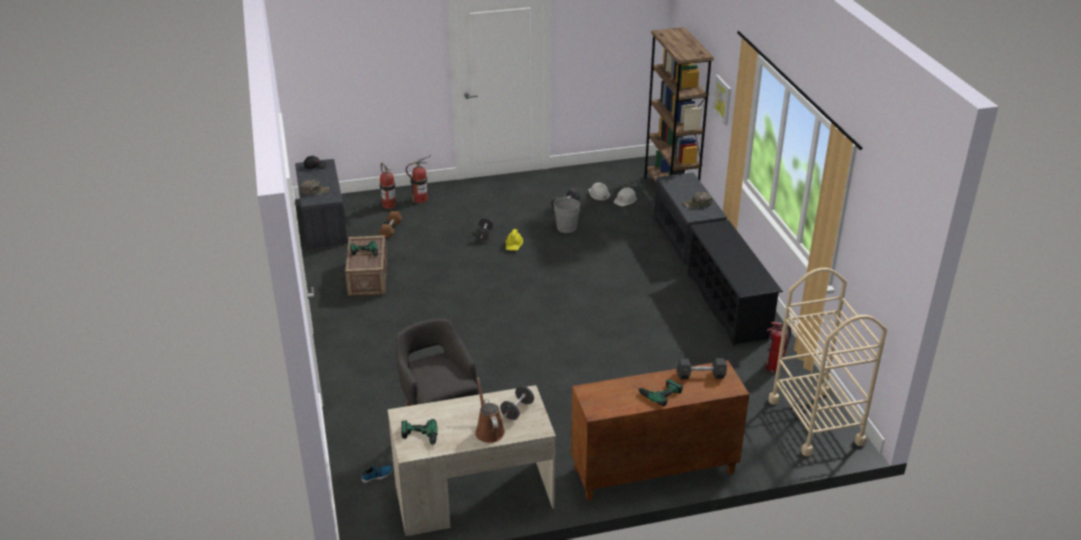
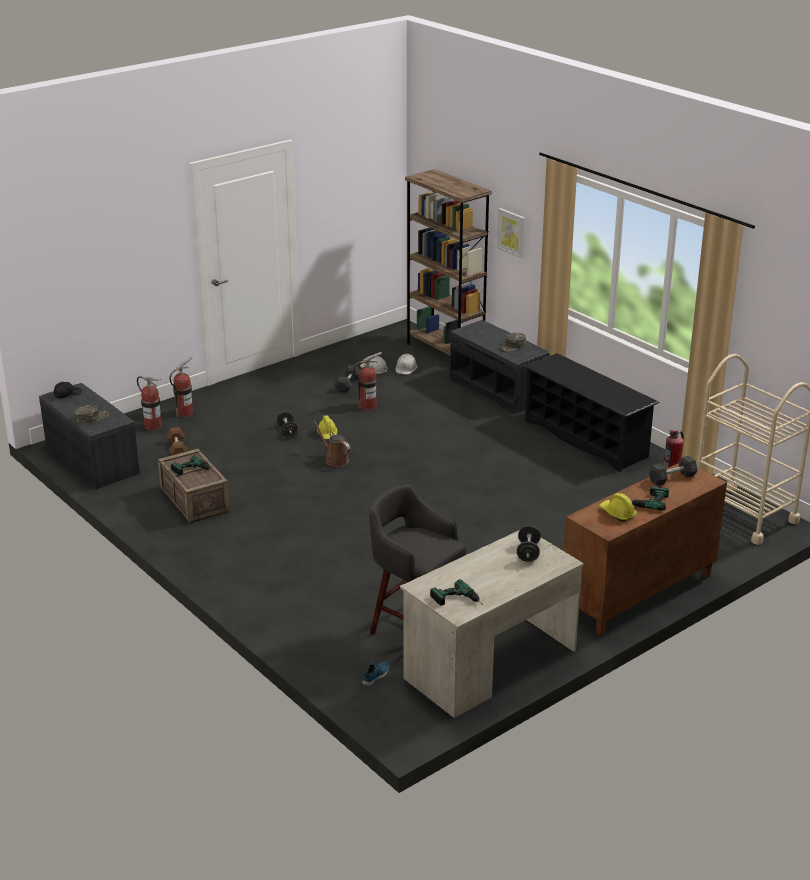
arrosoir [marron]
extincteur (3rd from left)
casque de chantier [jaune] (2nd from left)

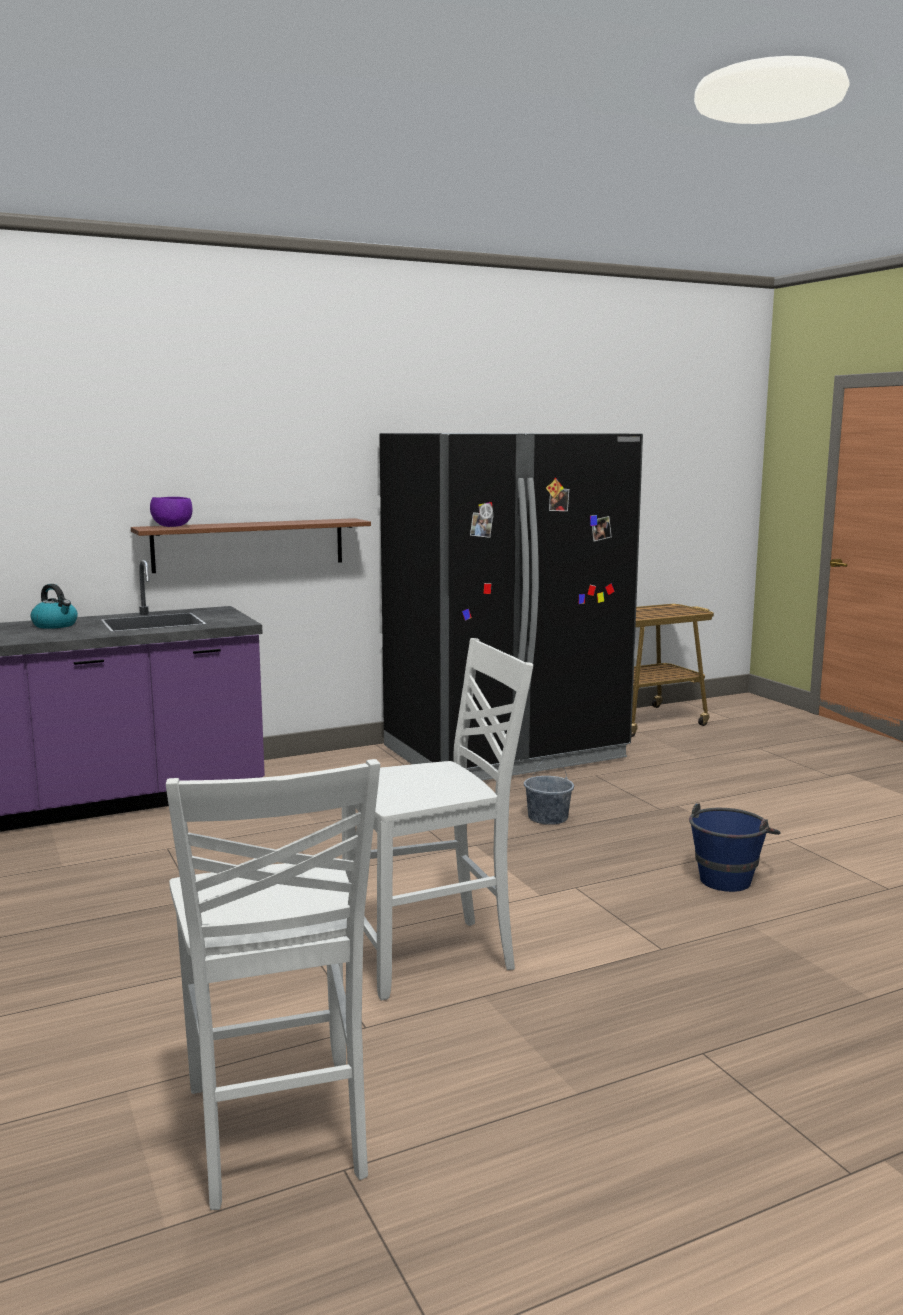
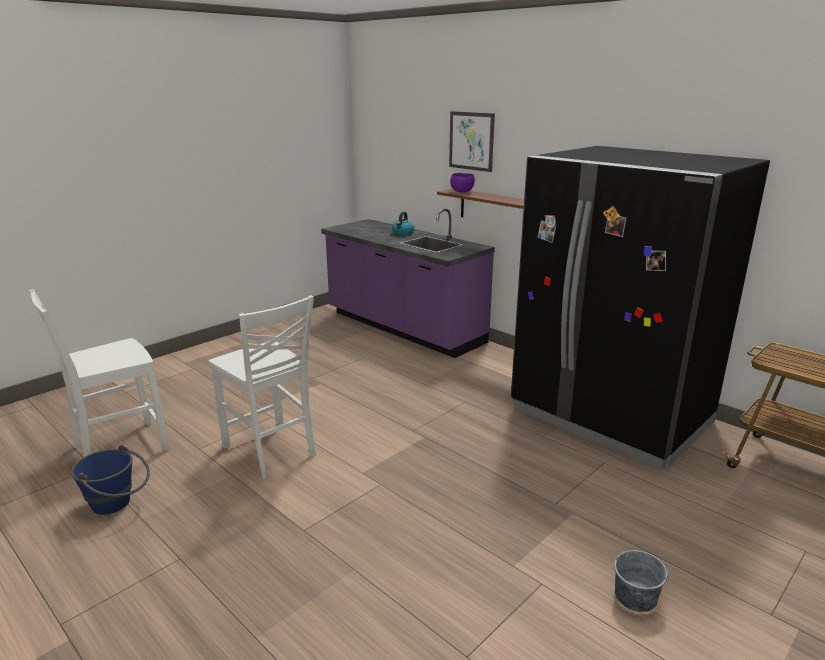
seau [bleu]
tableau
seau [gris]

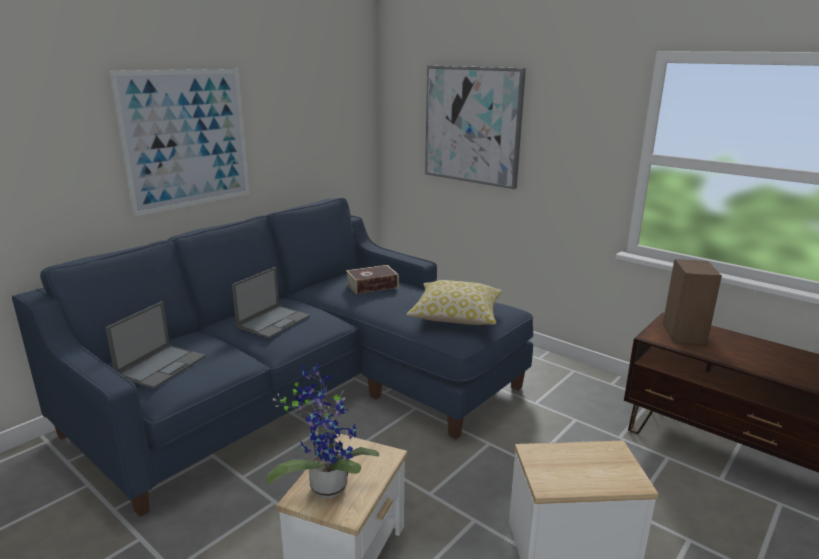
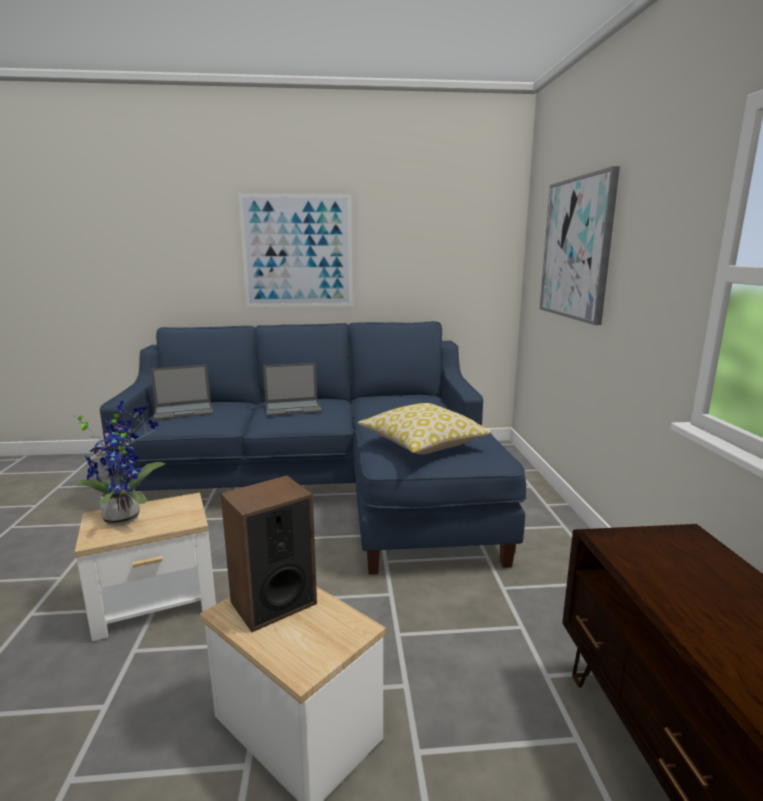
enceinte
livre

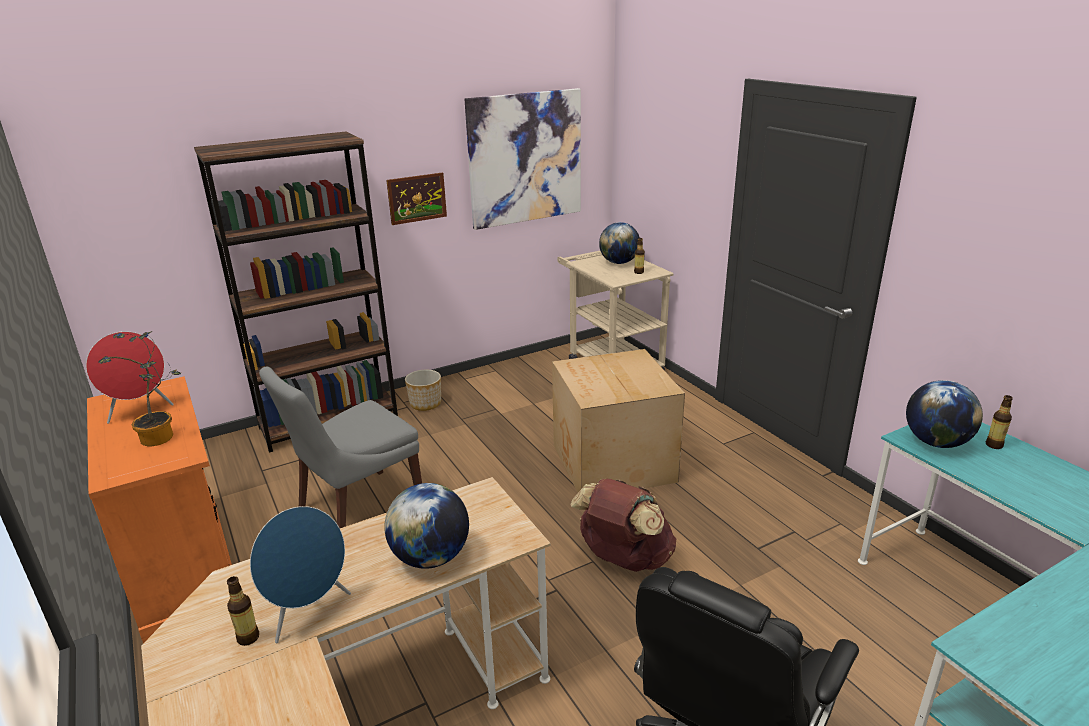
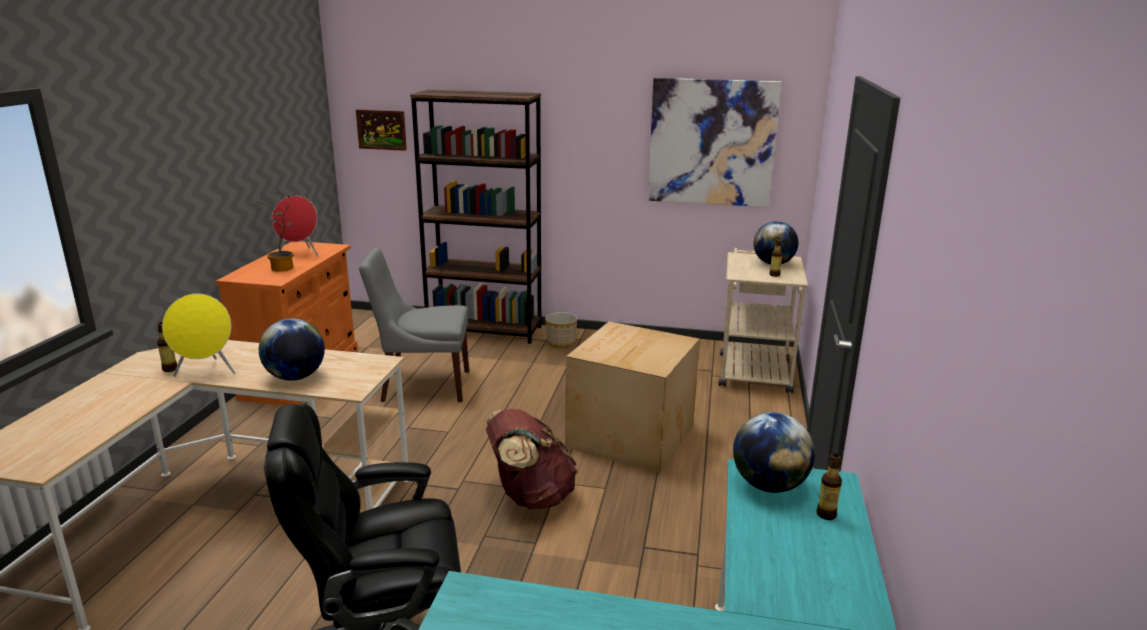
enceinte [jaune]
tableau (1st from left)

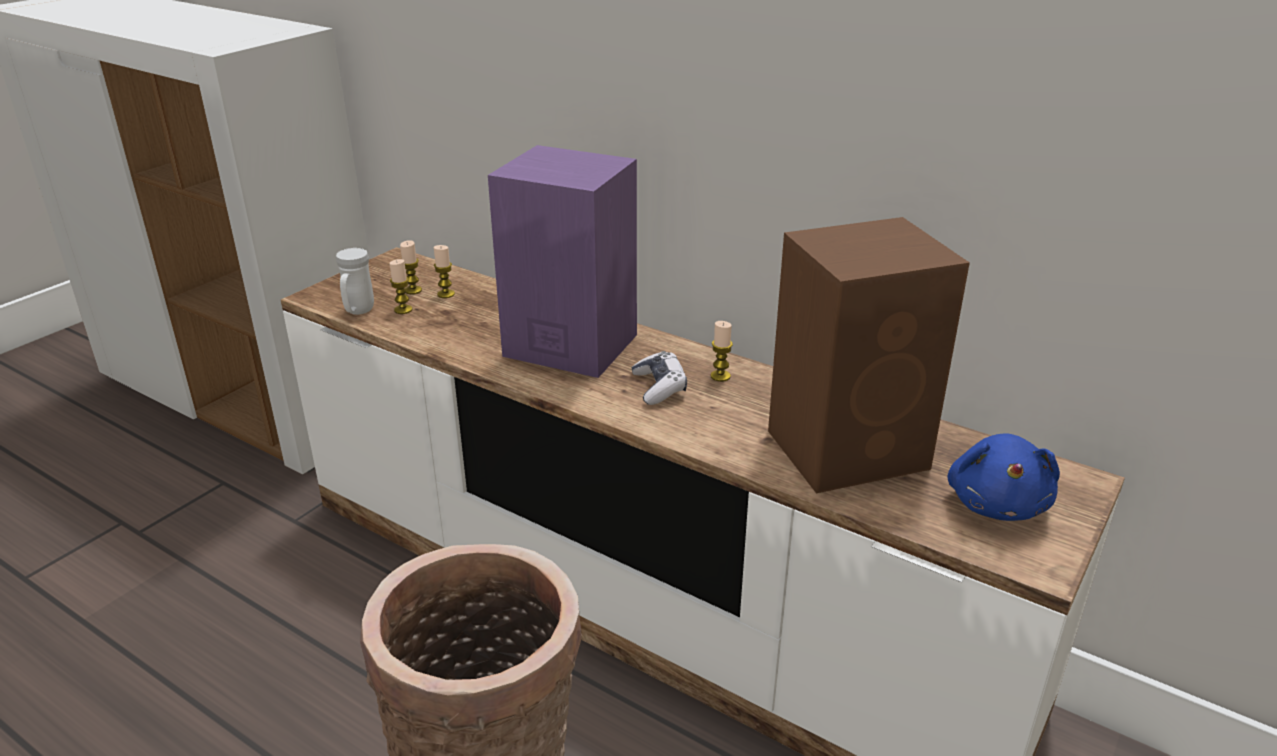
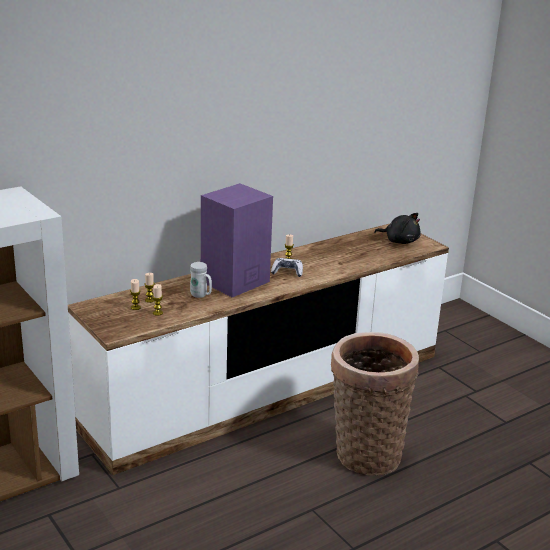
mug [blanc]
peluche [noir]
enceinte [marron]

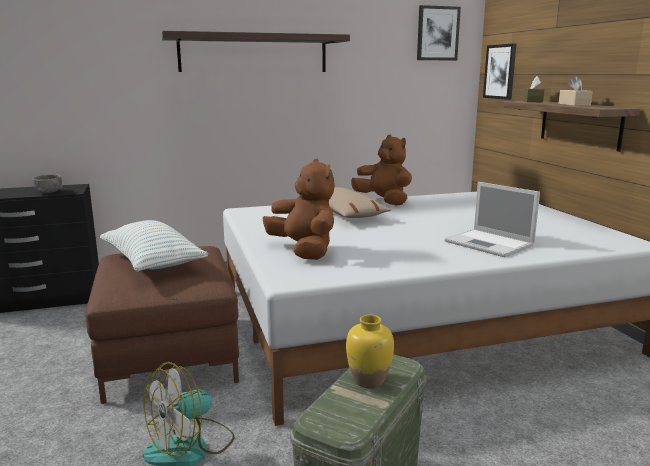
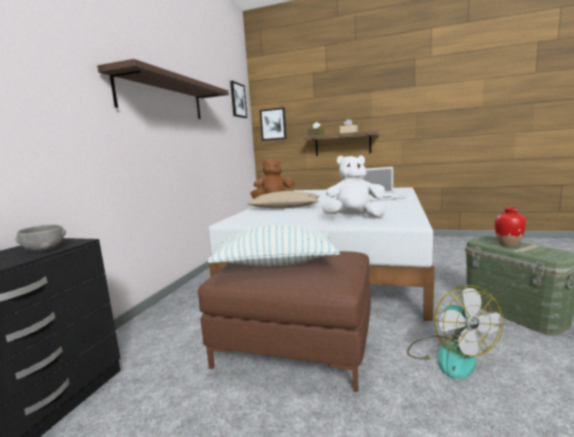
peluche [blanc]
vase [rouge]

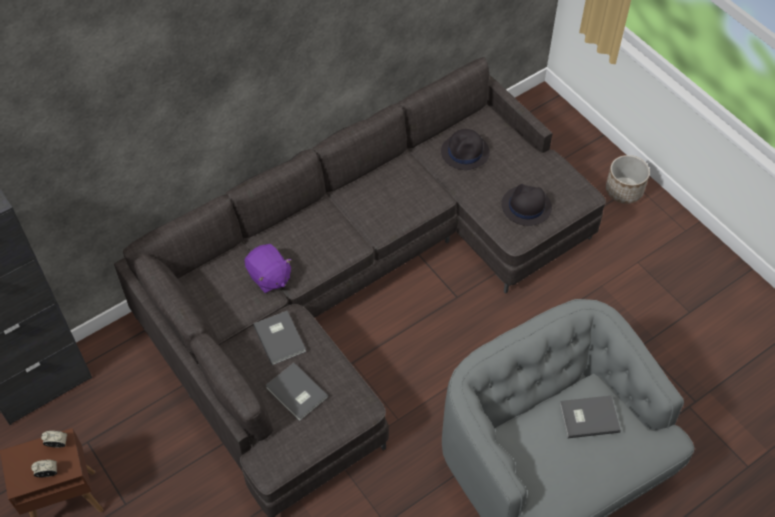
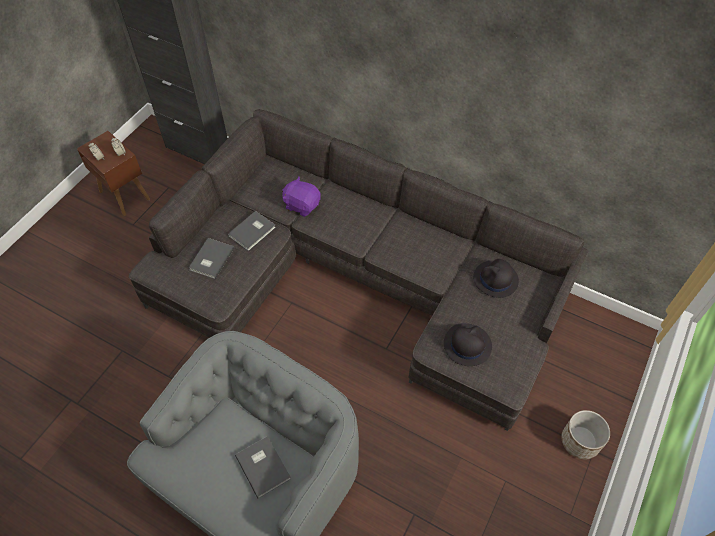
peluche [violet]

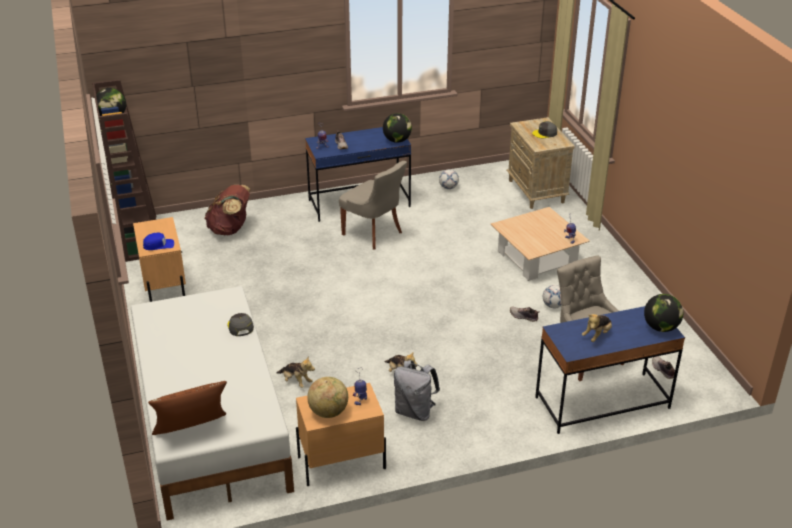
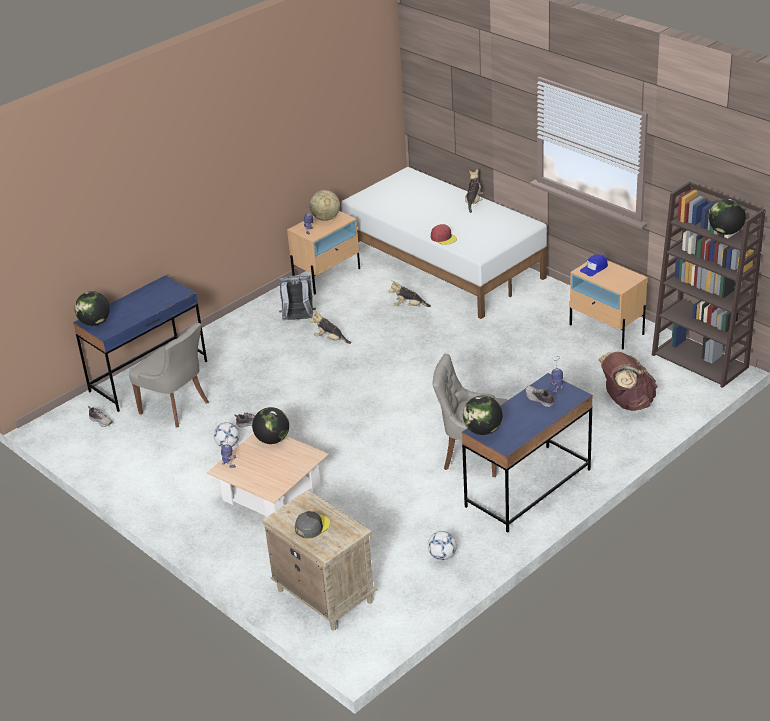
globe (2nd from left)
casquette [rouge]
peluche (3rd from left)
coussin [marron]

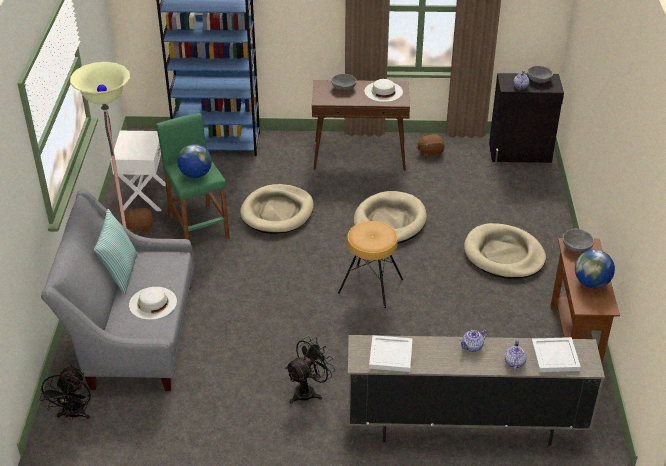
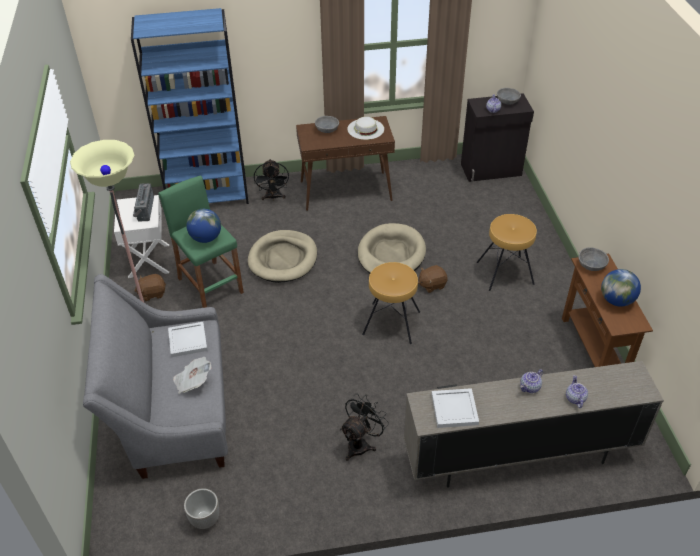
radio
plateau [blanc] (1st from left)
journal
cache-pot
ventilateur [noir] (1st from left)
peluche [marron] (2nd from left)
tabouret [marron] (2nd from left)
coussin

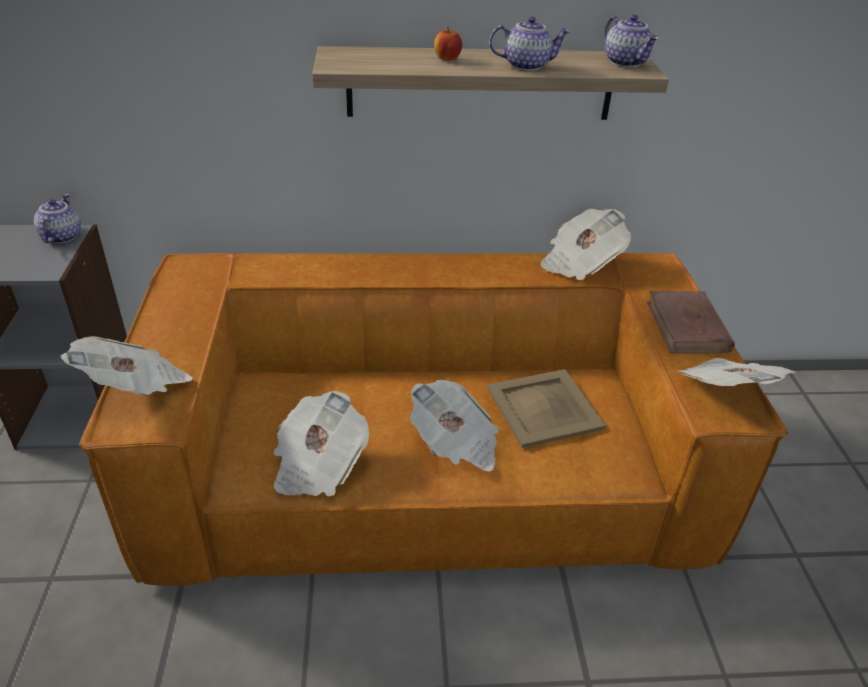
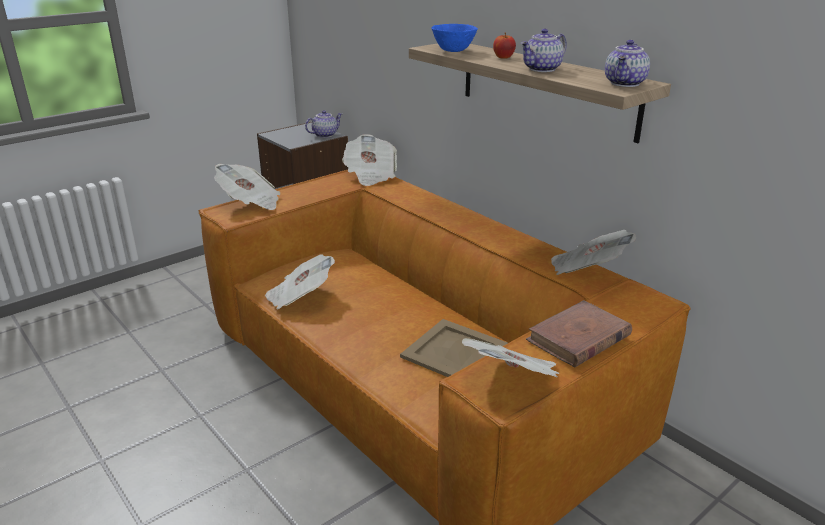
journal (3rd from left)
bol [bleu]
théière (2nd from left)

